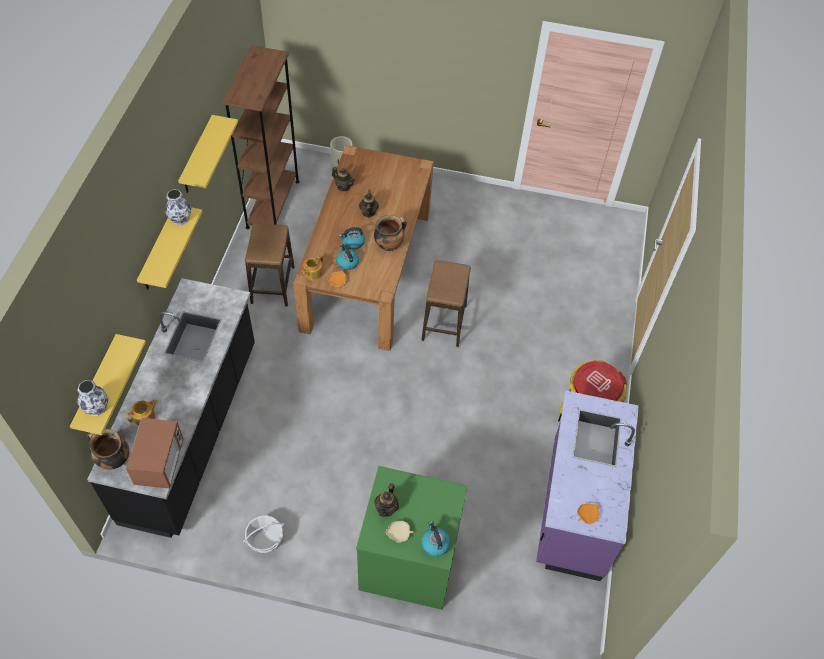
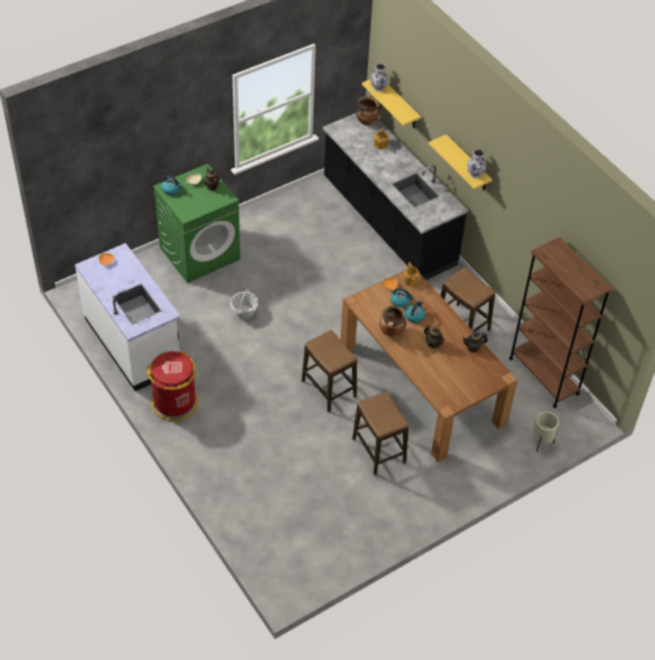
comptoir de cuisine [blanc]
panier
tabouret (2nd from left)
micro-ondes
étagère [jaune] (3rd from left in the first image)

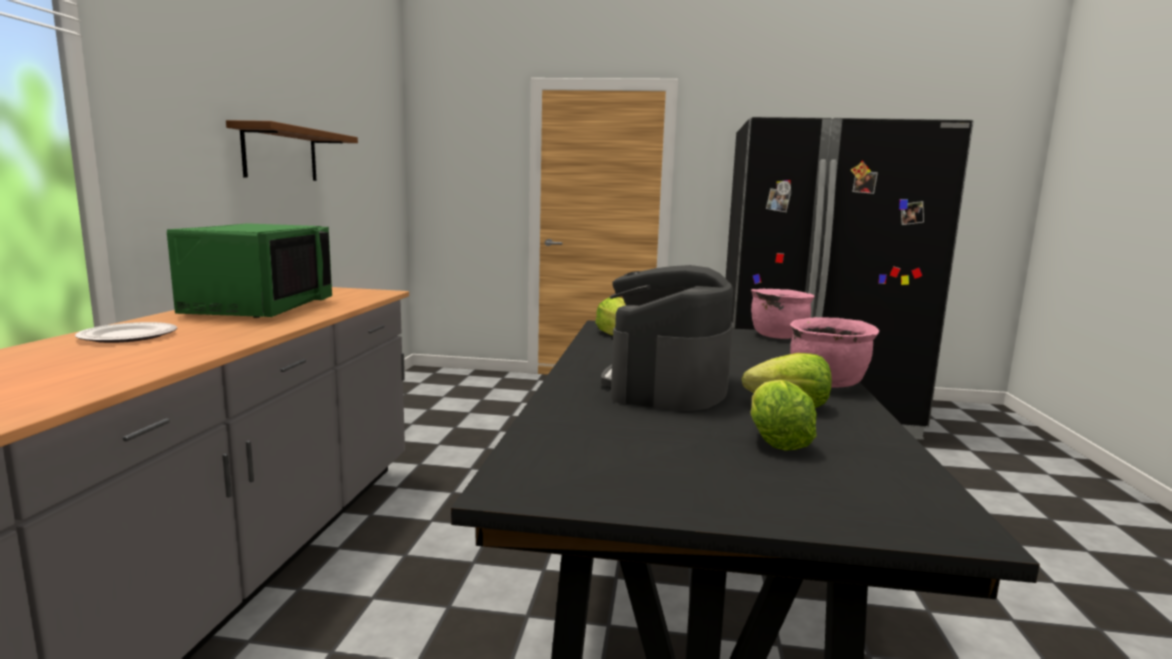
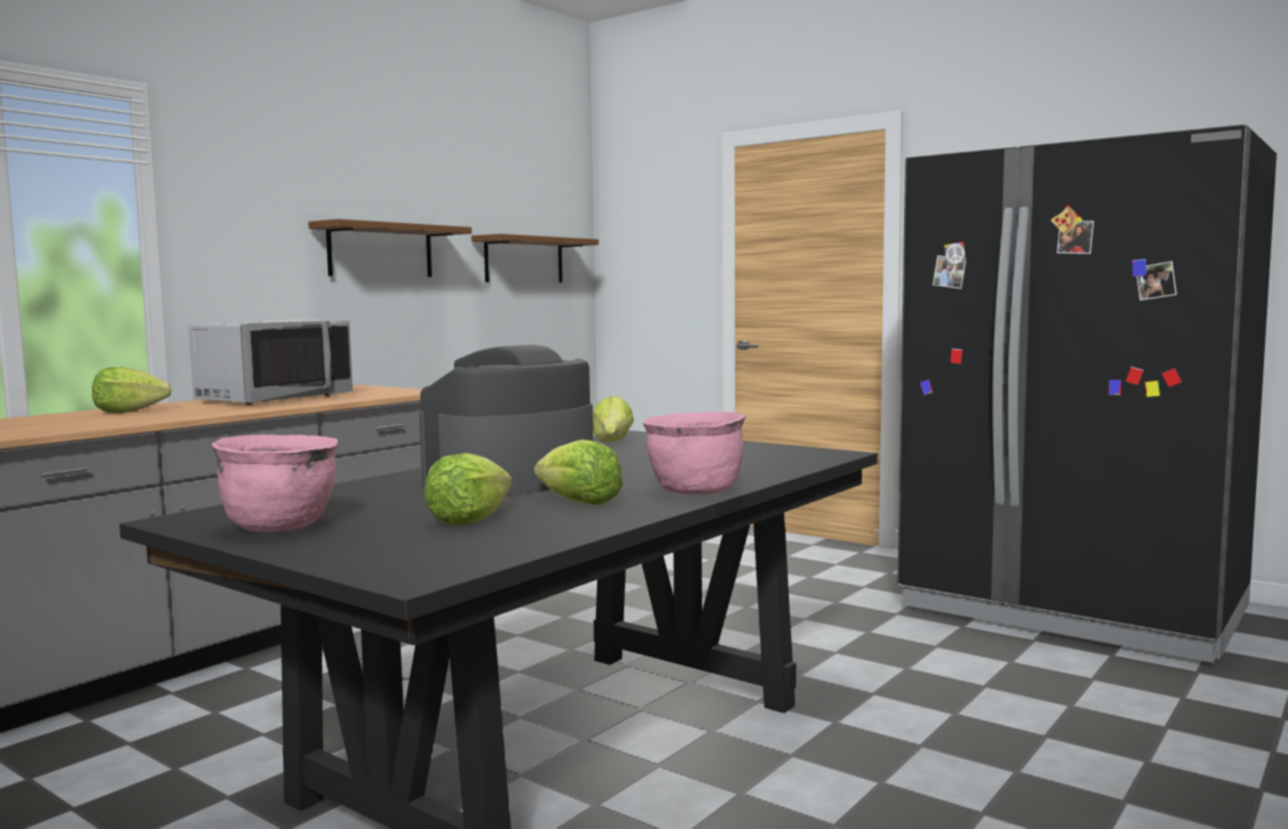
laitue (1st from left)
micro-ondes [gris]
marmite [rose] (1st from left)
étagère [marron] (2nd from left)

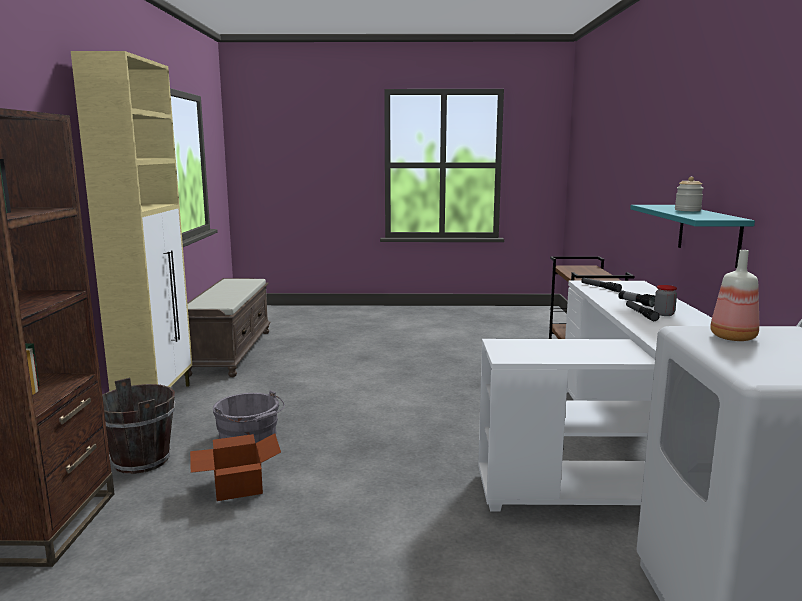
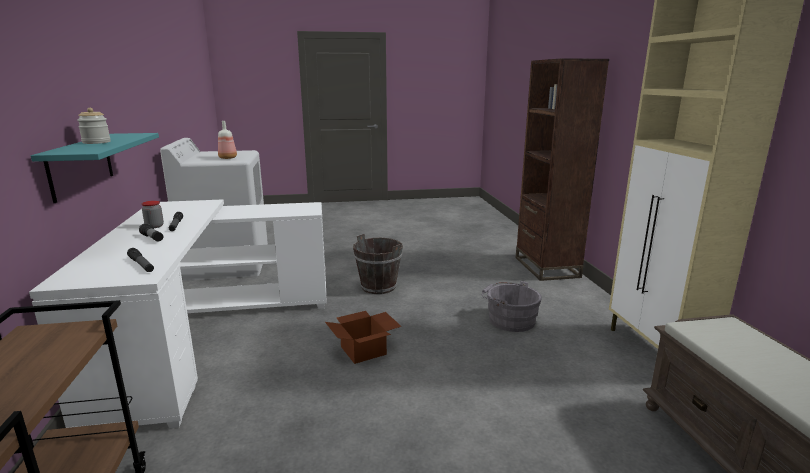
carton
seau [marron]

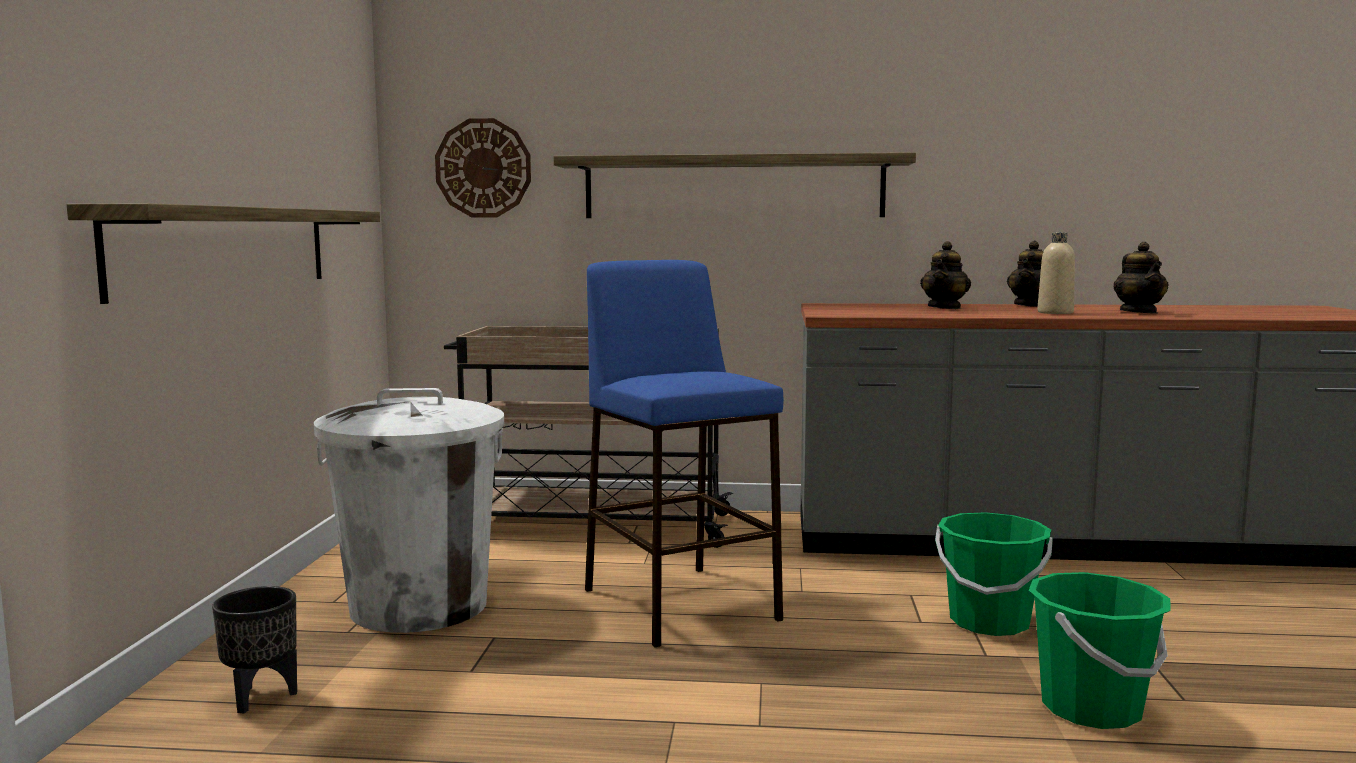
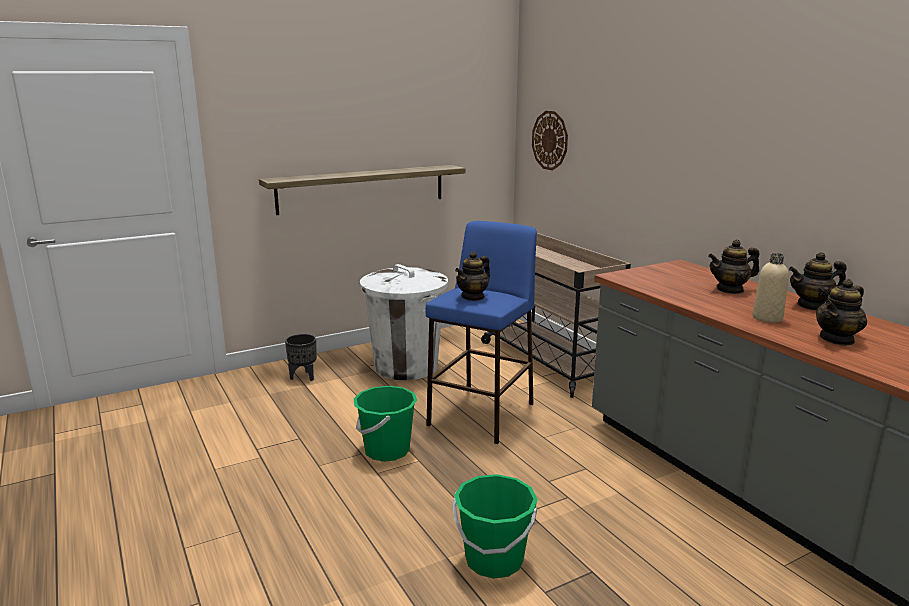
seau [vert] (1st from left)
théière (1st from left)
étagère (2nd from left in the first image)

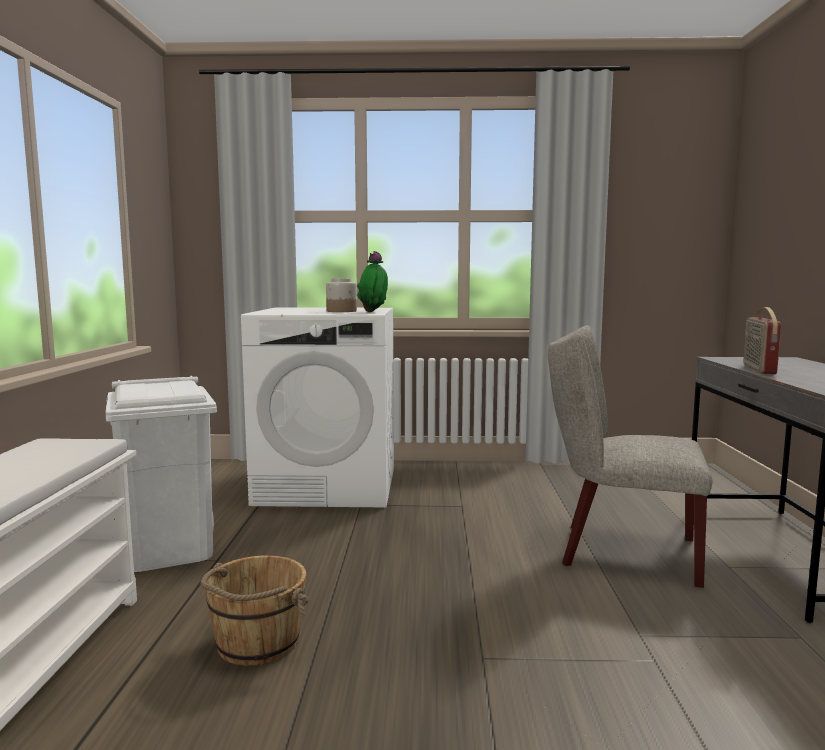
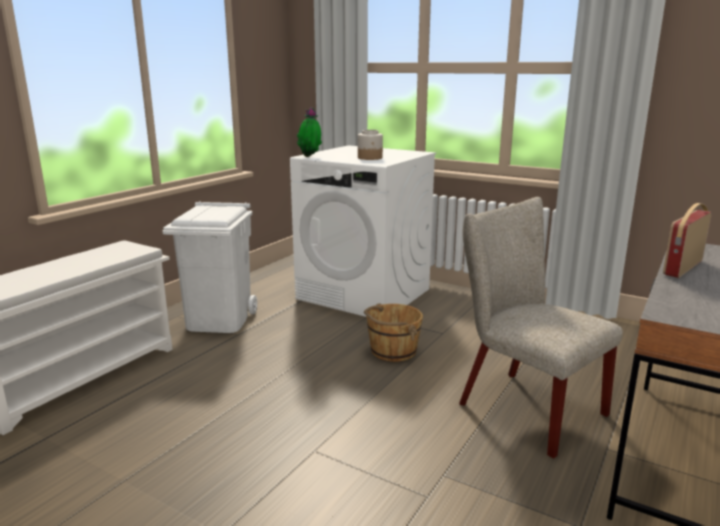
plante en pot
seau [marron]

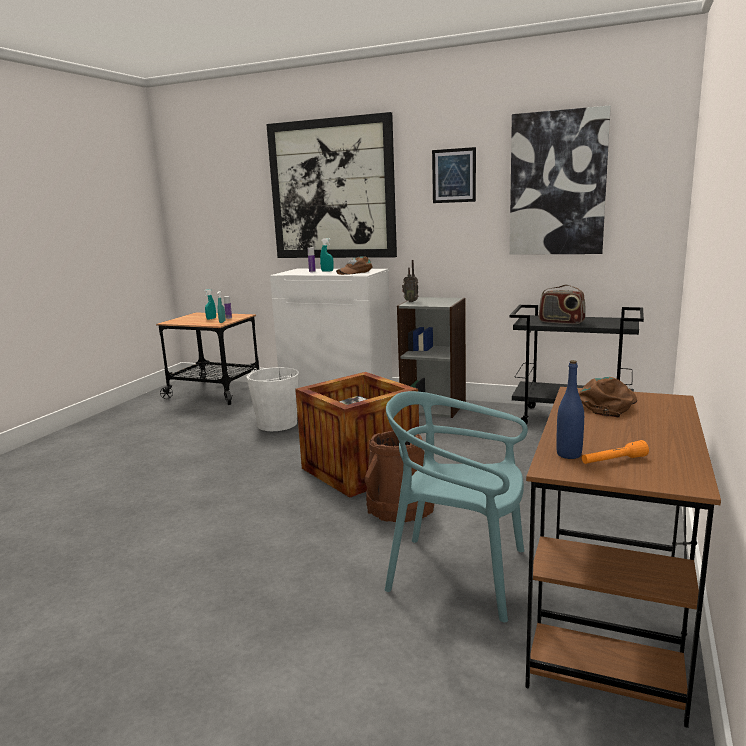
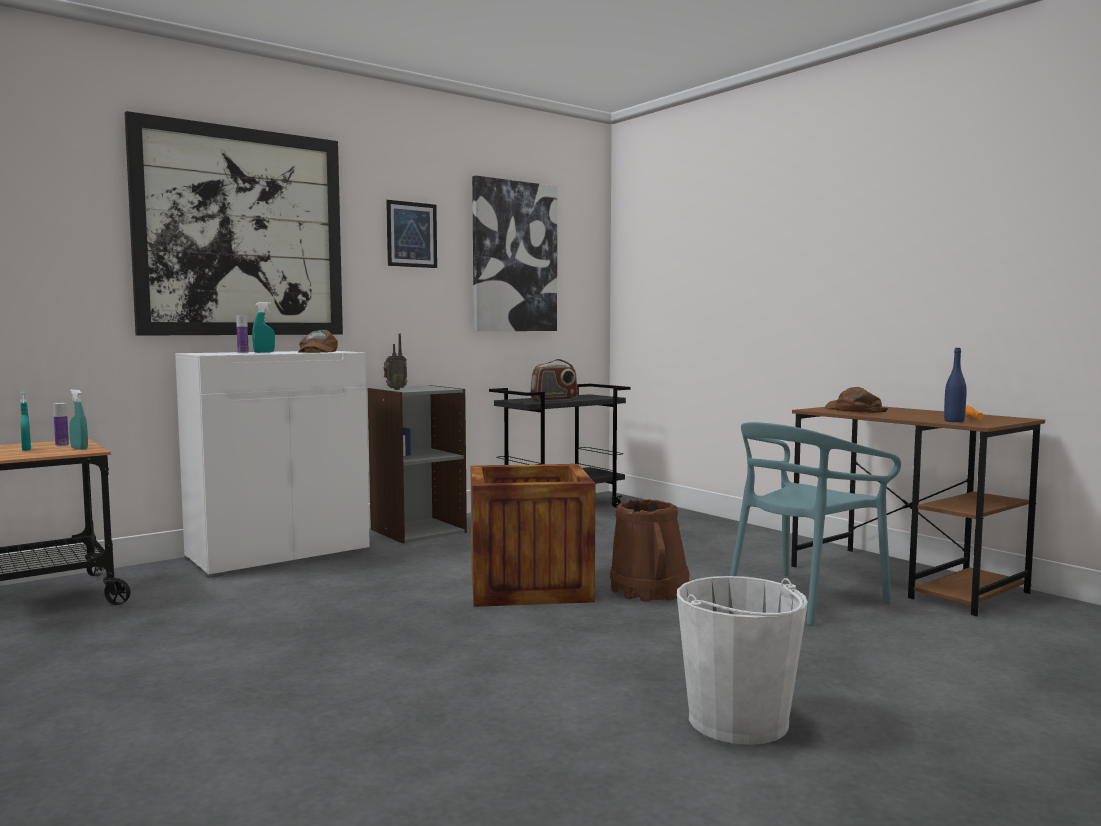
seau [blanc]

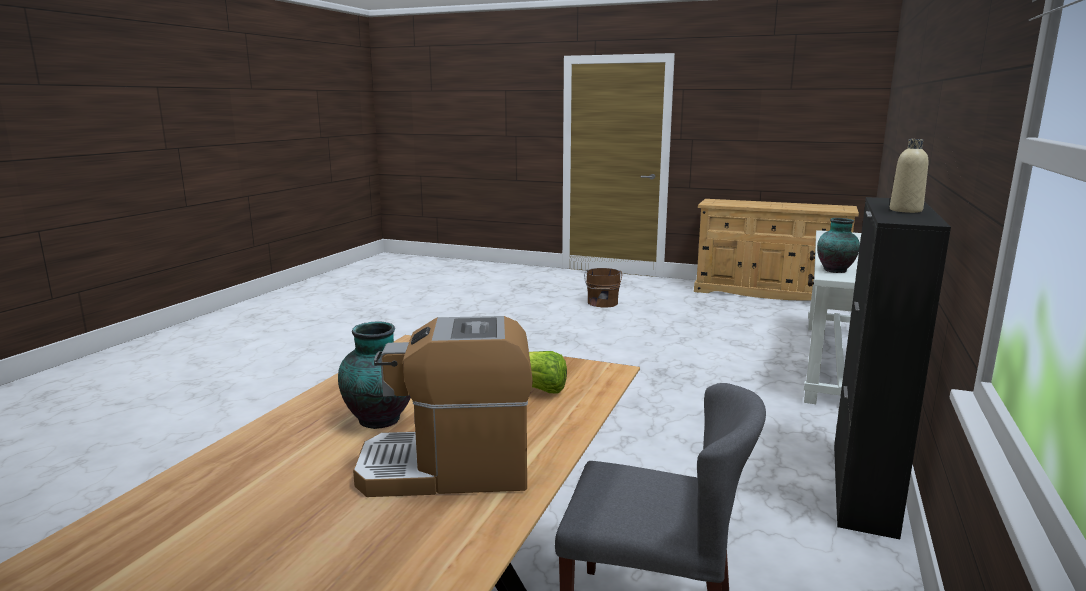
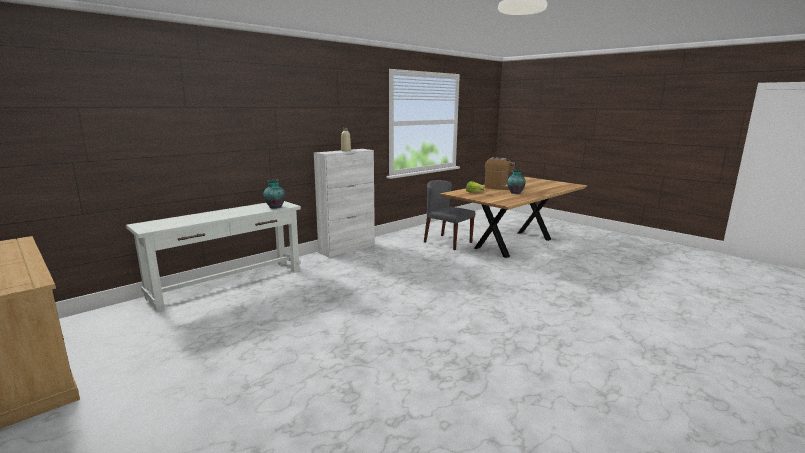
meuble de rangement [blanc]
seau [marron]

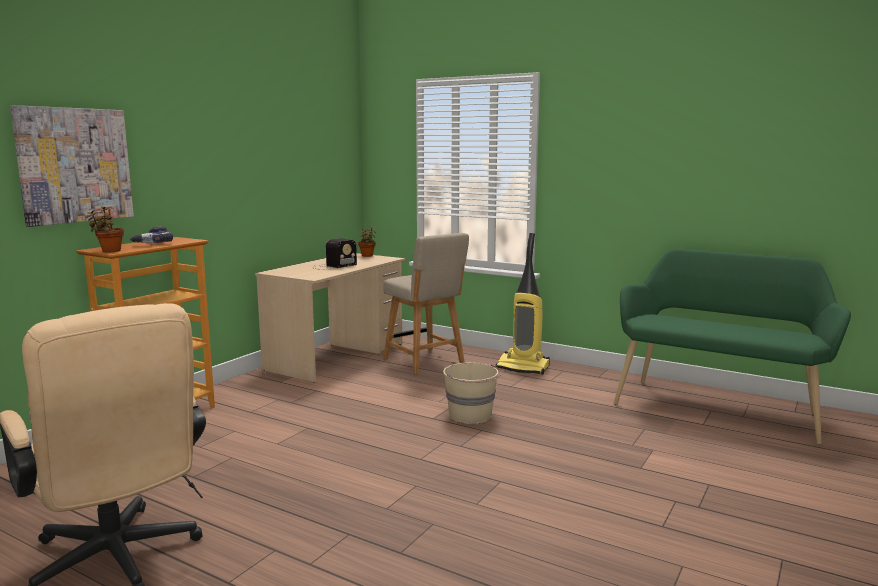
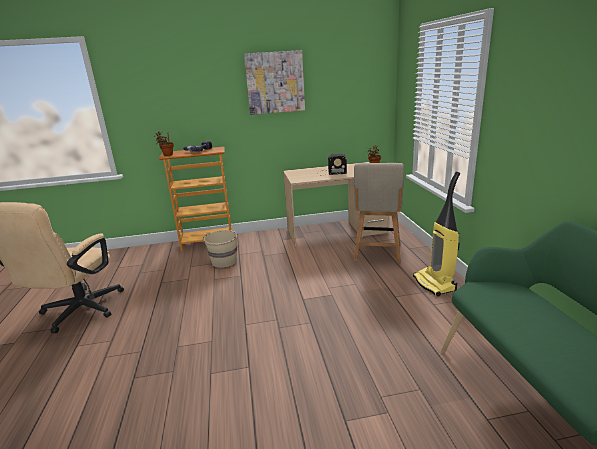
seau [beige]
tableau

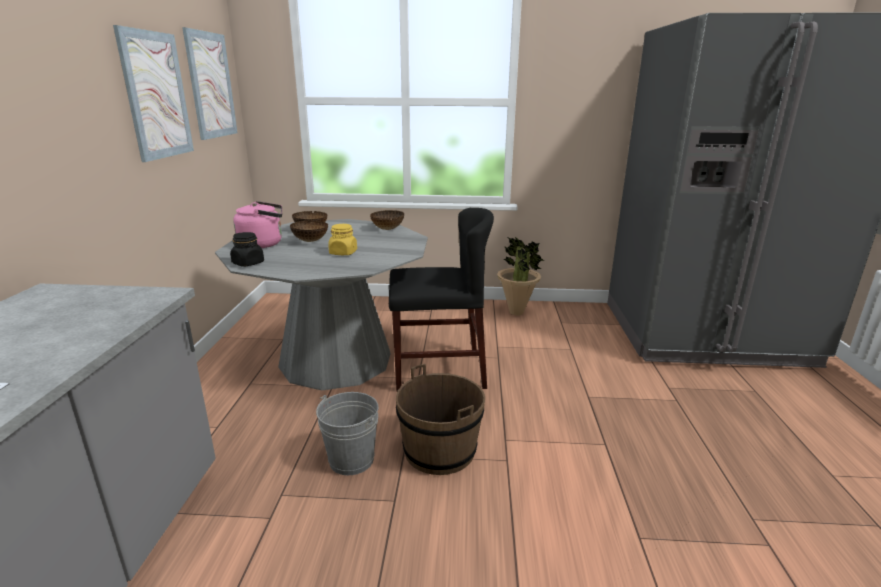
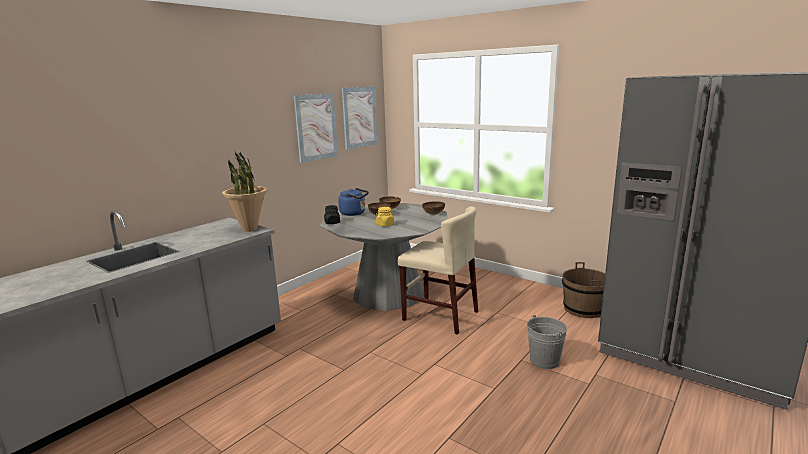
plante en pot
bouilloire [bleu]
chaise [beige]
seau [gris]
seau [marron]

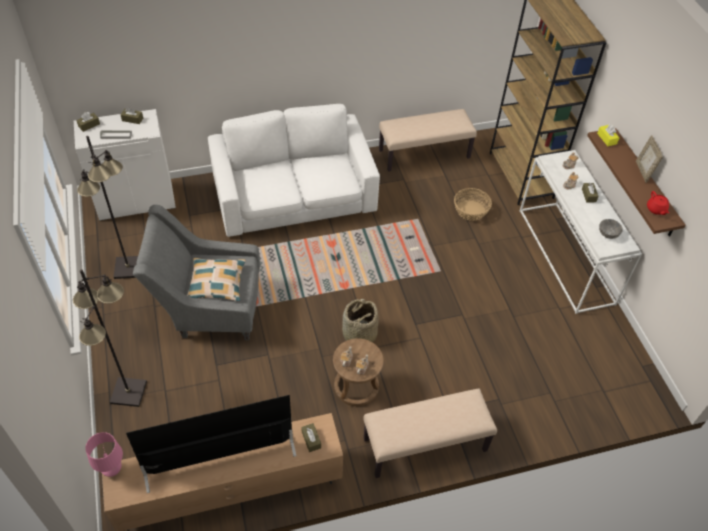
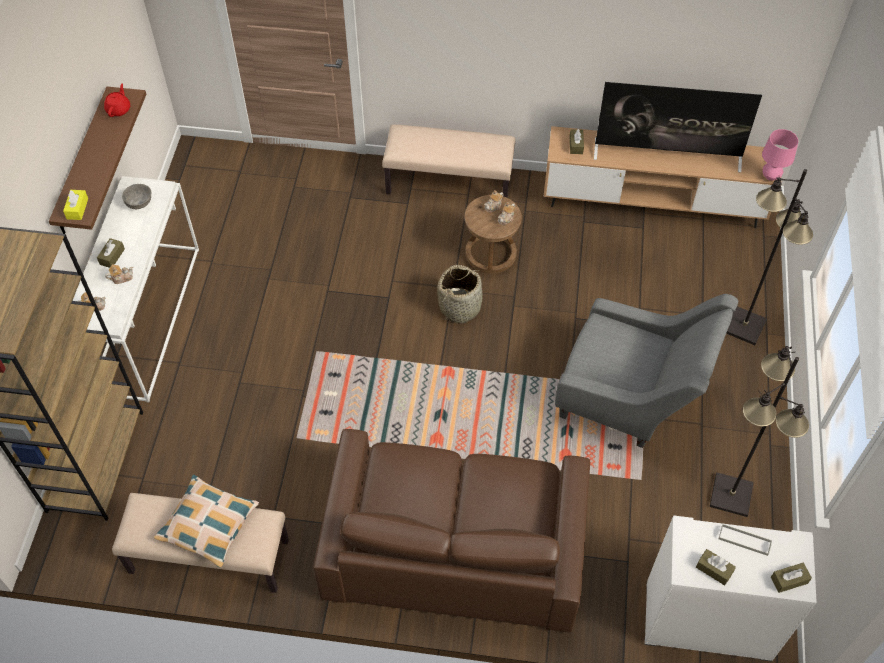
coussin
canapé [marron]
panier (2nd from left in the first image)
cadre photo

